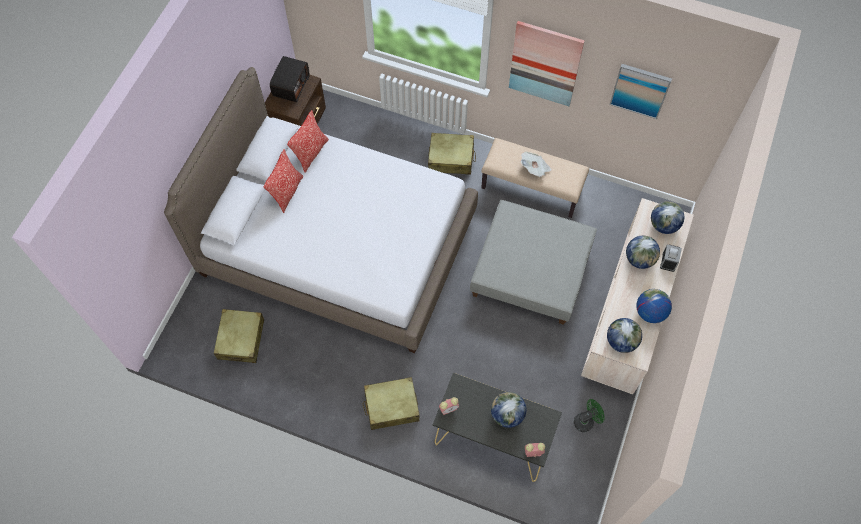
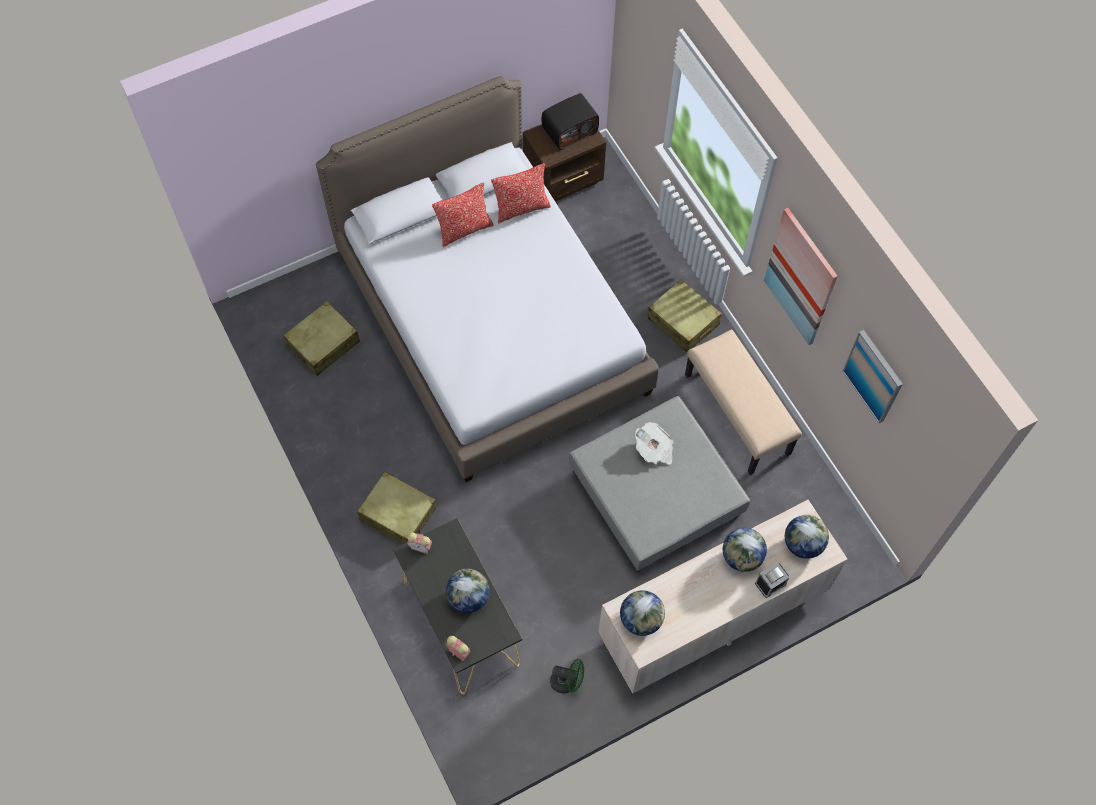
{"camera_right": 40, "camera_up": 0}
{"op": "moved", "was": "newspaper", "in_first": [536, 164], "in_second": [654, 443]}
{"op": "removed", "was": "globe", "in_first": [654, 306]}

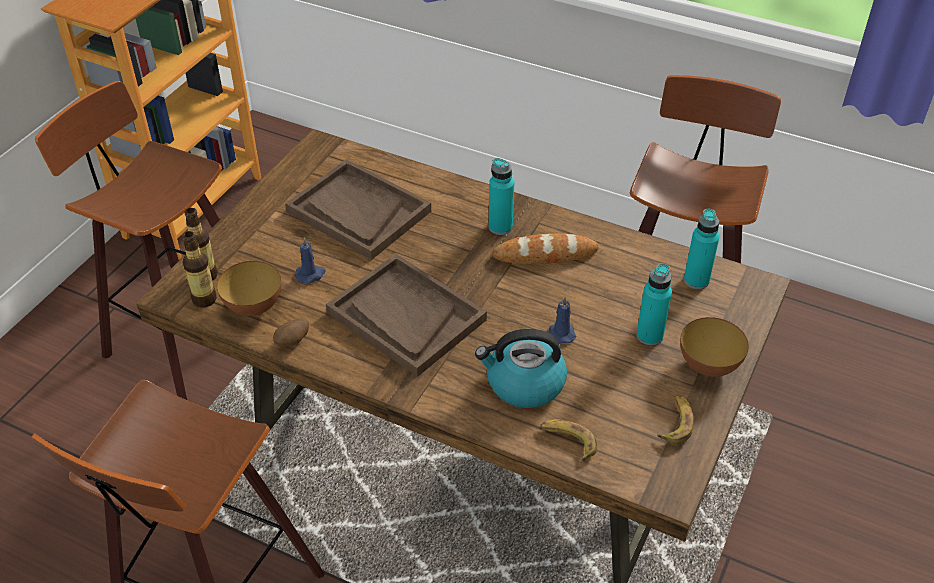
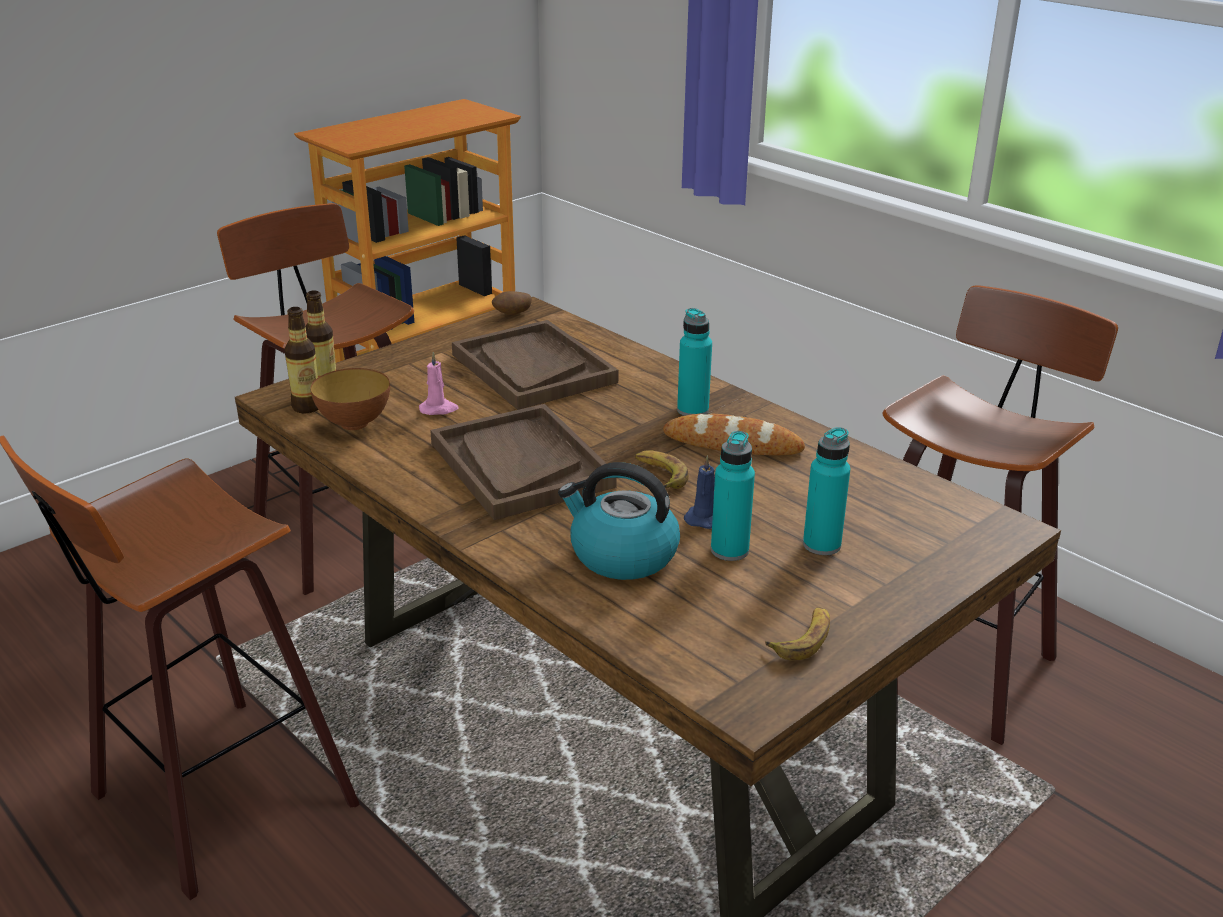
{"camera_right": 20, "camera_up": -15}
{"op": "moved", "was": "bottle (turquoise)", "in_first": [702, 249], "in_second": [733, 496]}
{"op": "recoloured", "was": "candle (blue)", "now": "candle (pink)", "in_first": [310, 260], "in_second": [439, 383]}
{"op": "removed", "was": "bowl", "in_first": [714, 347]}
{"op": "moved", "was": "potato", "in_first": [291, 332], "in_second": [512, 303]}
{"op": "moved", "was": "banana", "in_first": [568, 440], "in_second": [662, 469]}

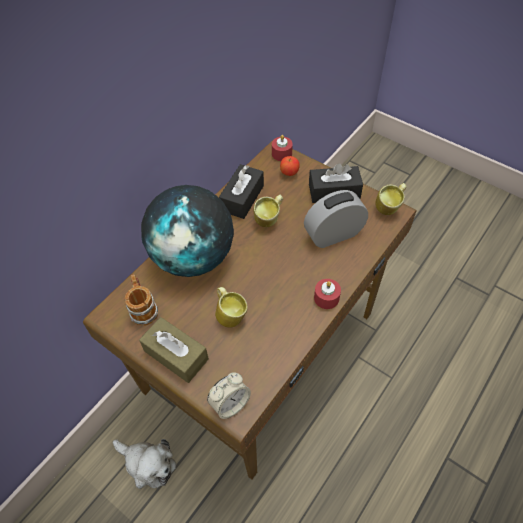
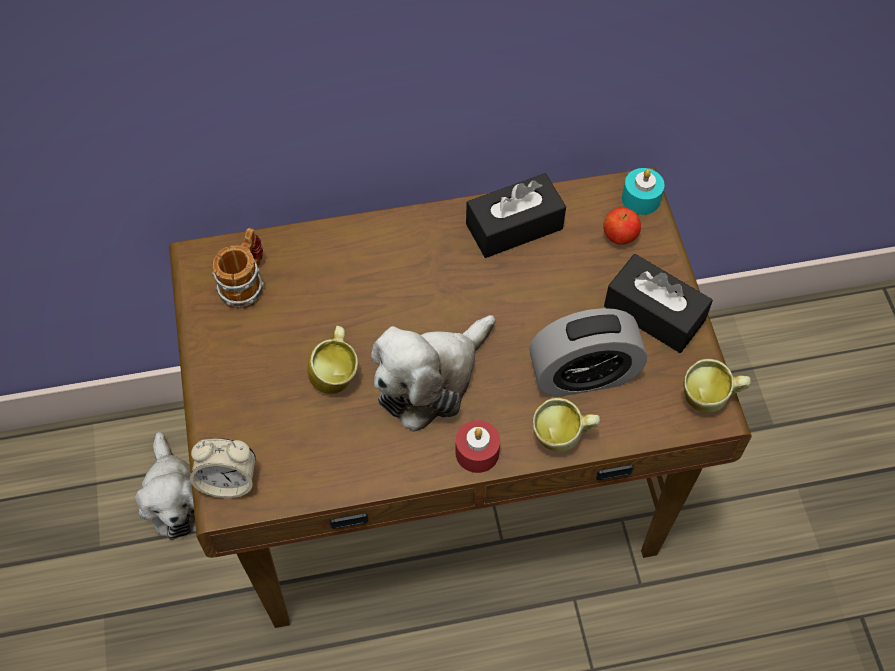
{"camera_right": 40, "camera_up": 5}
{"op": "recoloured", "was": "candle (red)", "now": "candle (turquoise)", "in_first": [282, 148], "in_second": [643, 191]}
{"op": "removed", "was": "globe", "in_first": [187, 231]}
{"op": "turned", "was": "alarm clock", "in_first": [336, 219], "in_second": [588, 352], "clockwise": 150}
{"op": "moved", "was": "mug", "in_first": [268, 211], "in_second": [566, 425]}
{"op": "removed", "was": "tissue box (brown)", "in_first": [174, 350]}
{"op": "added", "now": "plush toy", "in_second": [433, 373]}

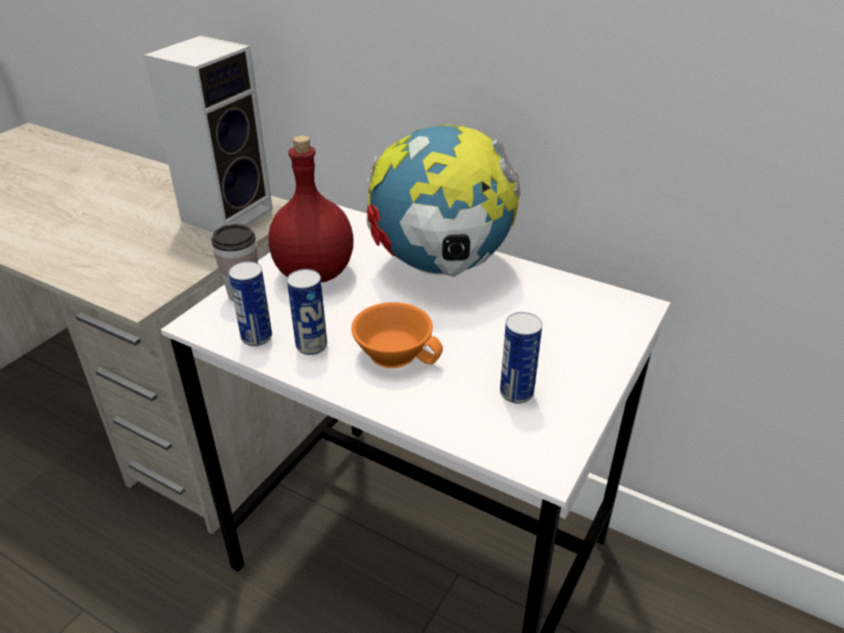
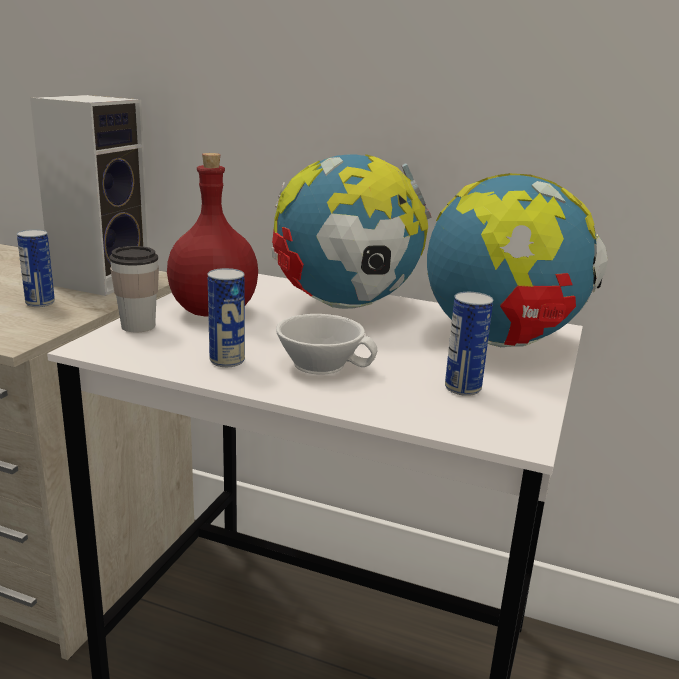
{"camera_right": -10, "camera_up": -15}
{"op": "moved", "was": "can", "in_first": [250, 303], "in_second": [36, 268]}
{"op": "recoloured", "was": "cup (orange)", "now": "cup (white)", "in_first": [397, 335], "in_second": [327, 344]}
{"op": "added", "now": "globe", "in_second": [517, 260]}

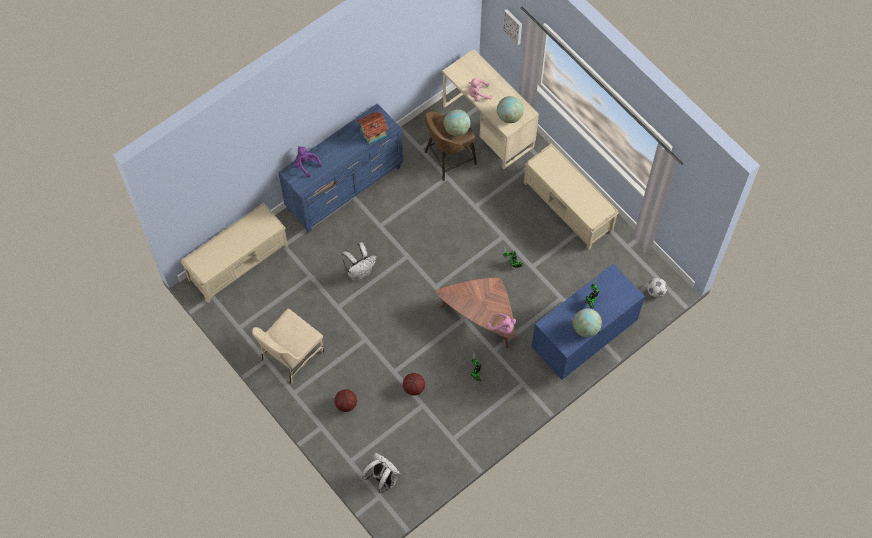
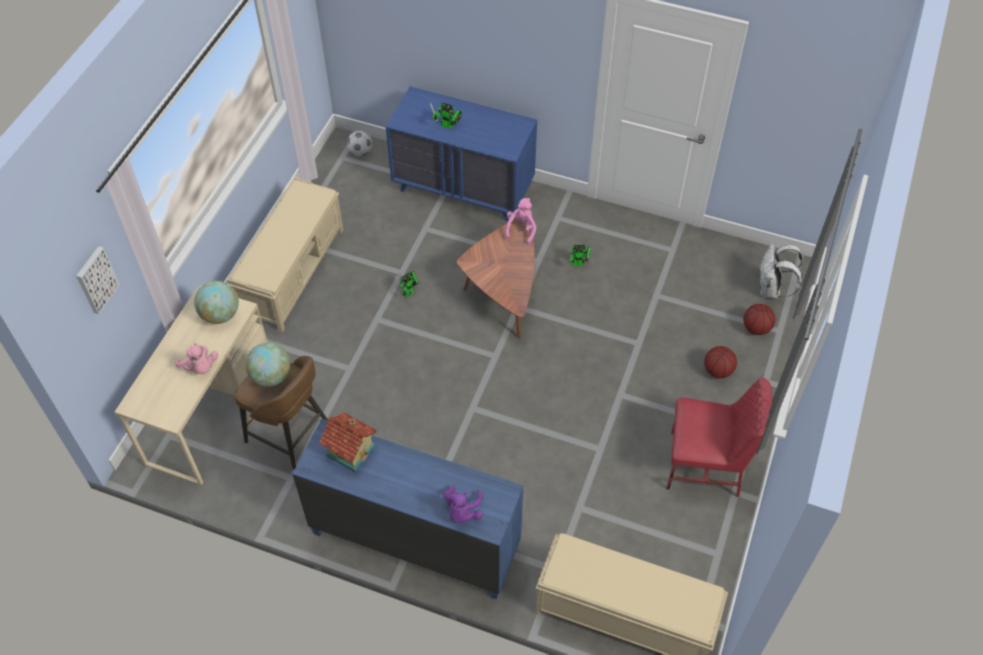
{"camera_right": -120, "camera_up": -10}
{"op": "removed", "was": "backpack (white)", "in_first": [359, 261]}
{"op": "removed", "was": "globe", "in_first": [587, 322]}
{"op": "recoloured", "was": "chair (beige)", "now": "chair (red)", "in_first": [288, 346], "in_second": [719, 437]}
{"op": "moved", "was": "basketball", "in_first": [414, 384], "in_second": [759, 319]}

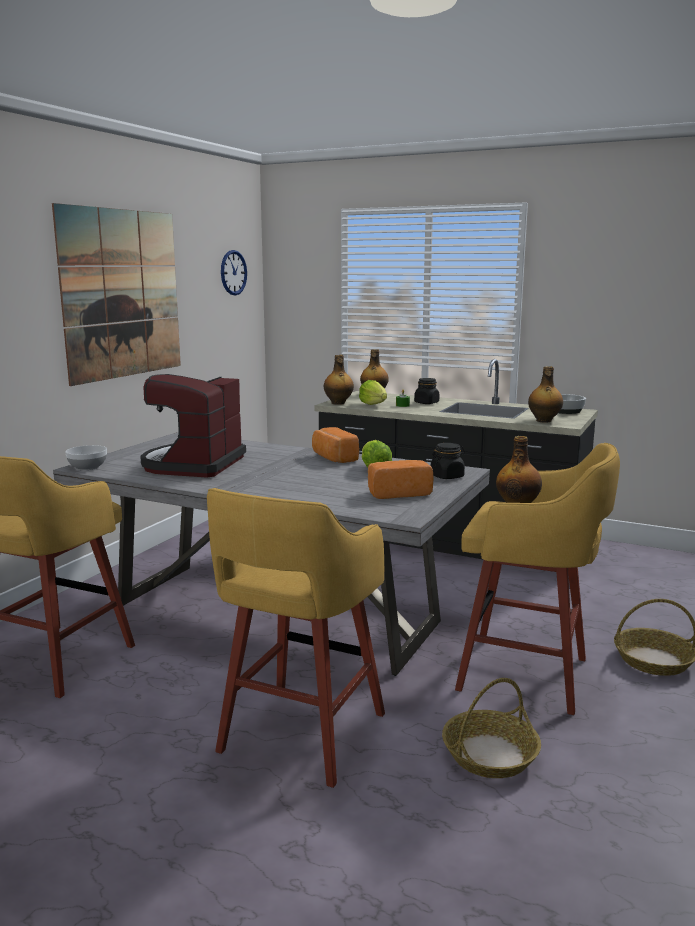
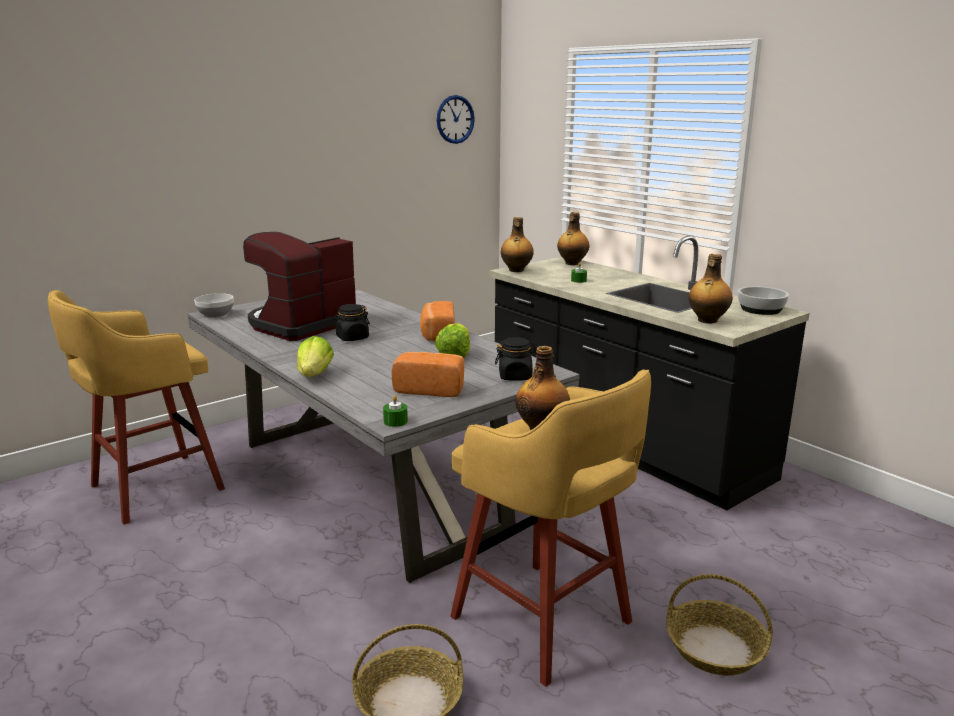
{"camera_right": 25, "camera_up": 5}
{"op": "removed", "was": "picture", "in_first": [116, 294]}
{"op": "moved", "was": "jar (black)", "in_first": [426, 391], "in_second": [351, 322]}
{"op": "moved", "was": "lettuce", "in_first": [373, 392], "in_second": [315, 356]}
{"op": "removed", "was": "stool (yellow)", "in_first": [296, 638]}
{"op": "added", "now": "candle (green)", "in_second": [395, 411]}

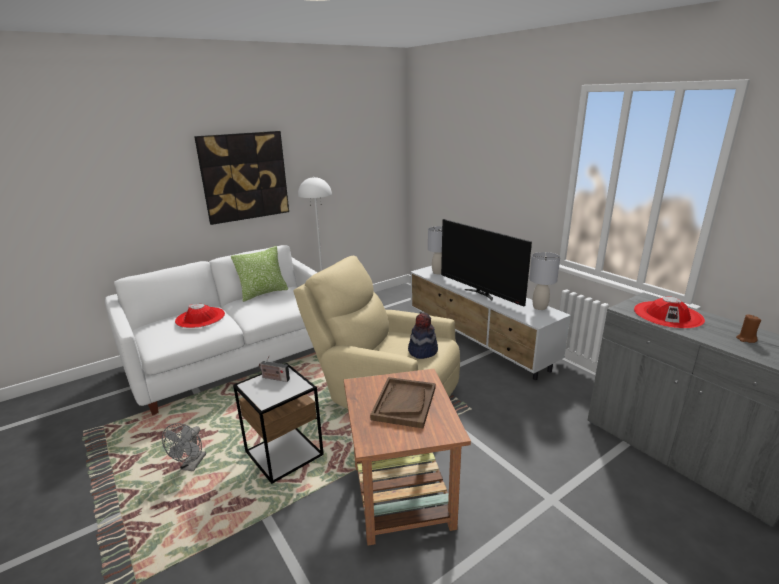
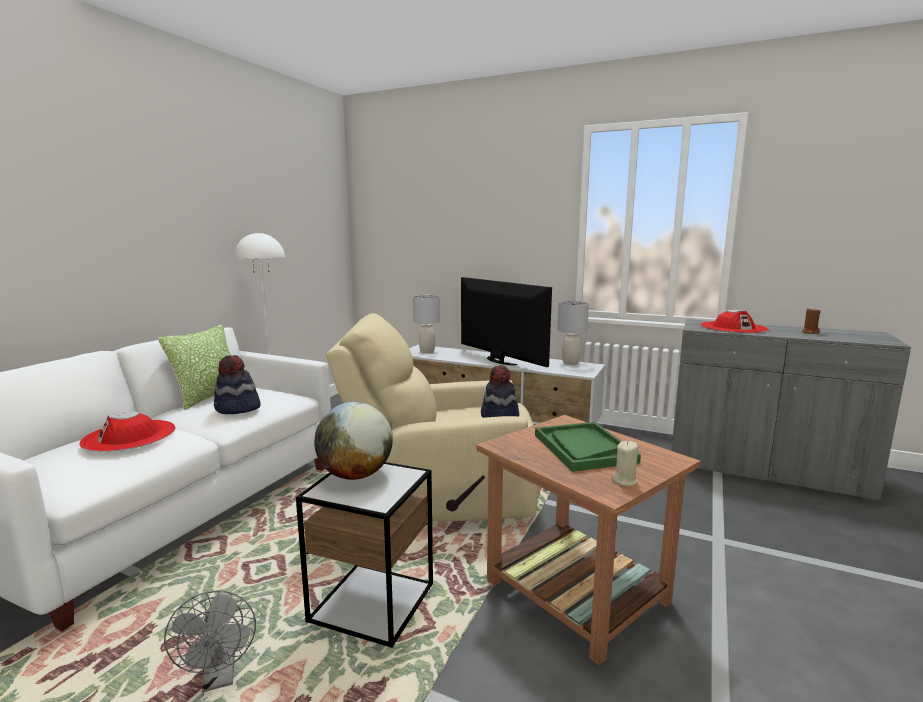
{"camera_right": -30, "camera_up": -10}
{"op": "removed", "was": "picture", "in_first": [241, 178]}
{"op": "turned", "was": "television", "in_first": [486, 263], "in_second": [506, 322], "clockwise": -150}
{"op": "replaced", "was": "radio", "now": "globe", "in_first": [274, 368], "in_second": [353, 441]}
{"op": "recoloured", "was": "tray (brown)", "now": "tray (green)", "in_first": [402, 402], "in_second": [588, 447]}
{"op": "added", "now": "hat", "in_second": [237, 384]}
{"op": "added", "now": "candle (beige)", "in_second": [624, 463]}

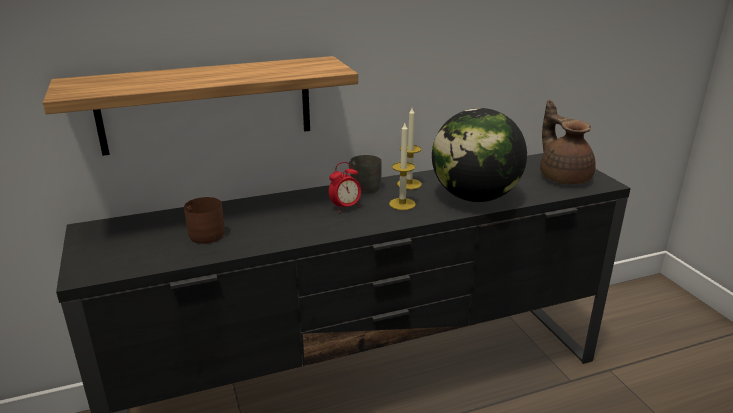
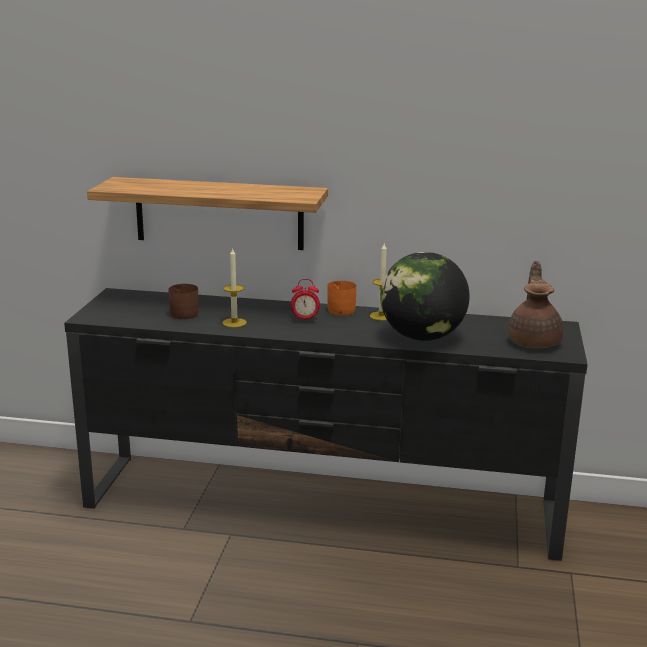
{"camera_right": 30, "camera_up": -5}
{"op": "moved", "was": "candle", "in_first": [402, 166], "in_second": [234, 287]}
{"op": "recoloured", "was": "mug (grey)", "now": "mug (orange)", "in_first": [365, 174], "in_second": [341, 298]}

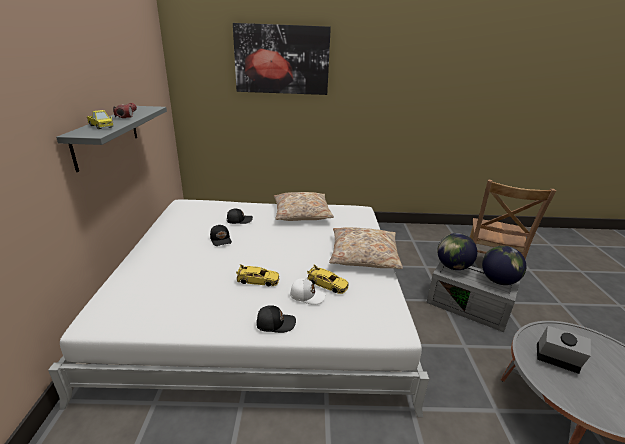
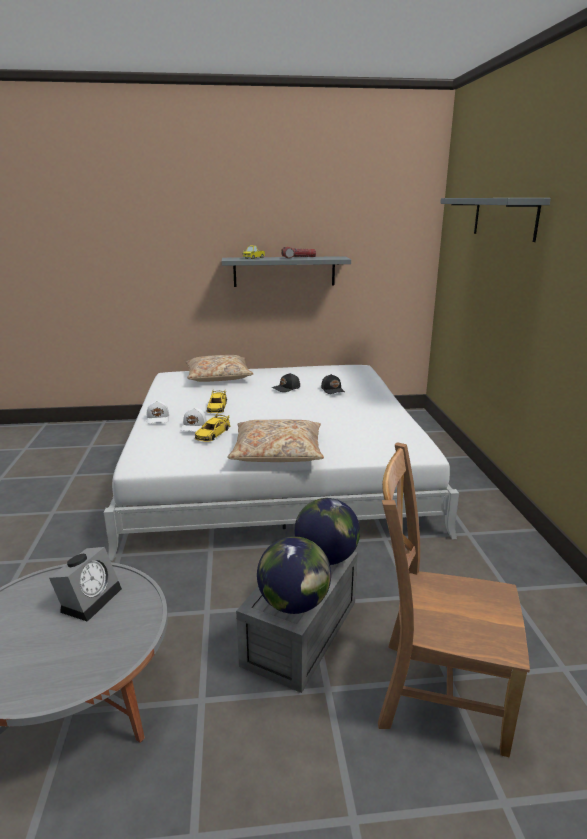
{"camera_right": 85, "camera_up": -5}
{"op": "replaced", "was": "picture", "now": "shelf (grey)", "in_first": [282, 59], "in_second": [495, 220]}
{"op": "moved", "was": "pillow (beige)", "in_first": [304, 206], "in_second": [219, 368]}
{"op": "recoloured", "was": "cap (black)", "now": "cap (white)", "in_first": [276, 319], "in_second": [158, 412]}

